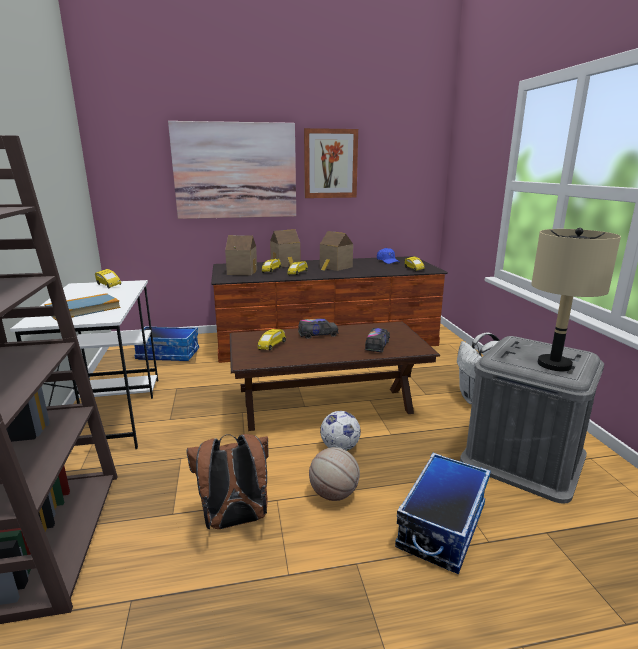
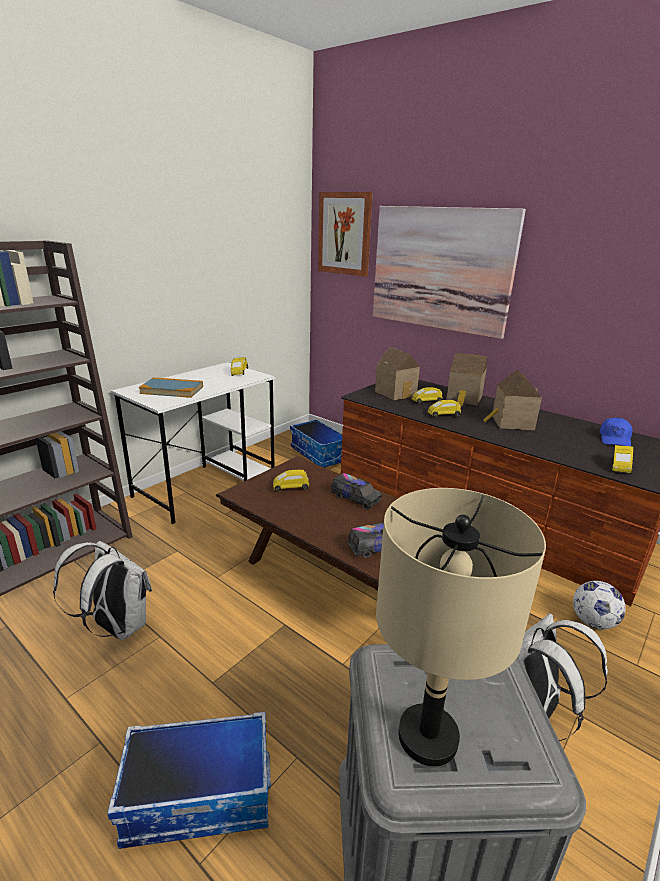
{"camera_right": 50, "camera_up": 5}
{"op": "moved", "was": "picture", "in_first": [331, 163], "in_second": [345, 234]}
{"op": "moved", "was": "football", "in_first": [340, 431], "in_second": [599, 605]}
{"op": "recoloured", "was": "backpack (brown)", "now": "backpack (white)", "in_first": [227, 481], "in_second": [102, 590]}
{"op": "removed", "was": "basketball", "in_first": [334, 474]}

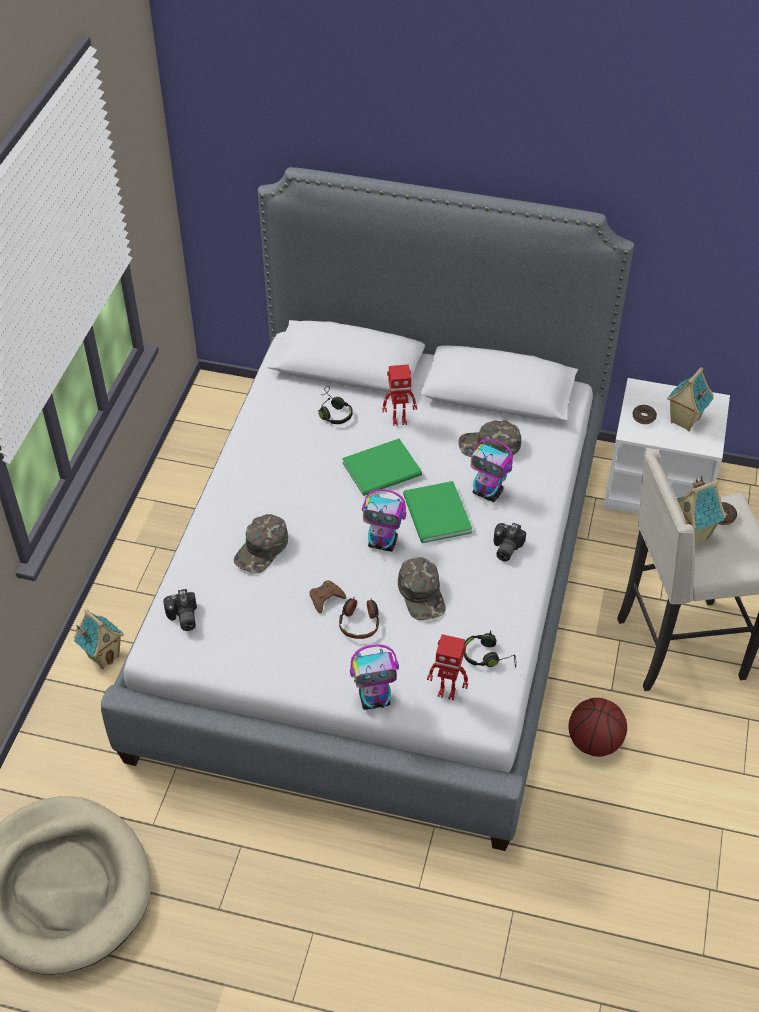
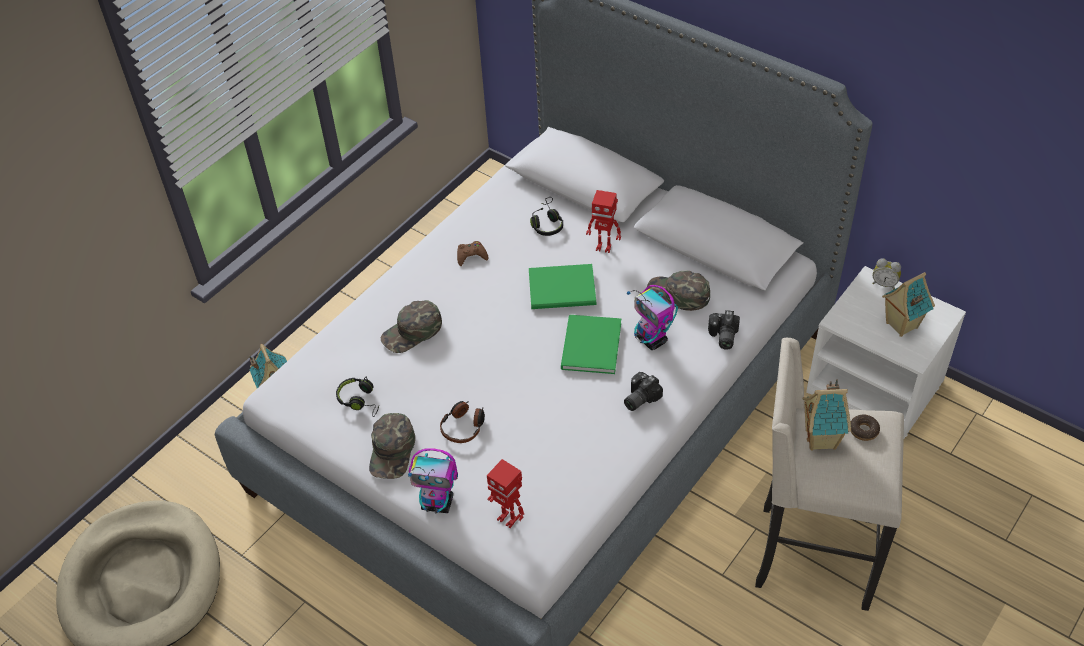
{"camera_right": 25, "camera_up": 0}
{"op": "removed", "was": "donut", "in_first": [645, 414]}
{"op": "removed", "was": "toy robot", "in_first": [384, 520]}
{"op": "moved", "was": "cap (green)", "in_first": [422, 588], "in_second": [392, 446]}
{"op": "moved", "was": "game controller (brown)", "in_first": [327, 597], "in_second": [472, 253]}
{"op": "moved", "was": "photo camera", "in_first": [180, 610], "in_second": [724, 330]}
{"op": "moved", "was": "headphones (black)", "in_first": [490, 649], "in_second": [357, 397]}
{"op": "removed", "was": "basketball", "in_first": [597, 727]}
{"op": "added", "now": "alarm clock", "in_second": [886, 274]}

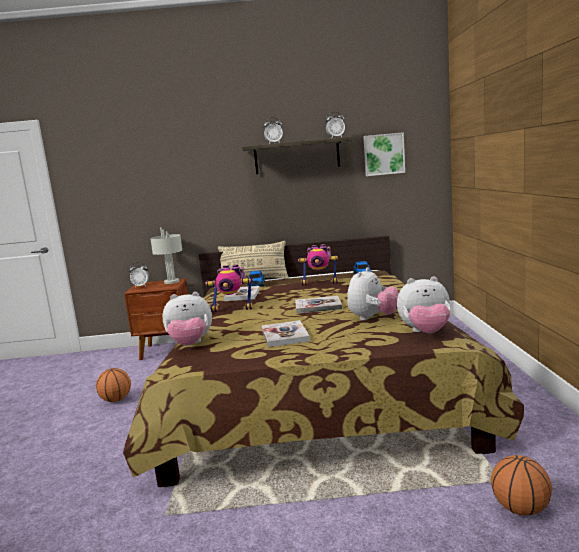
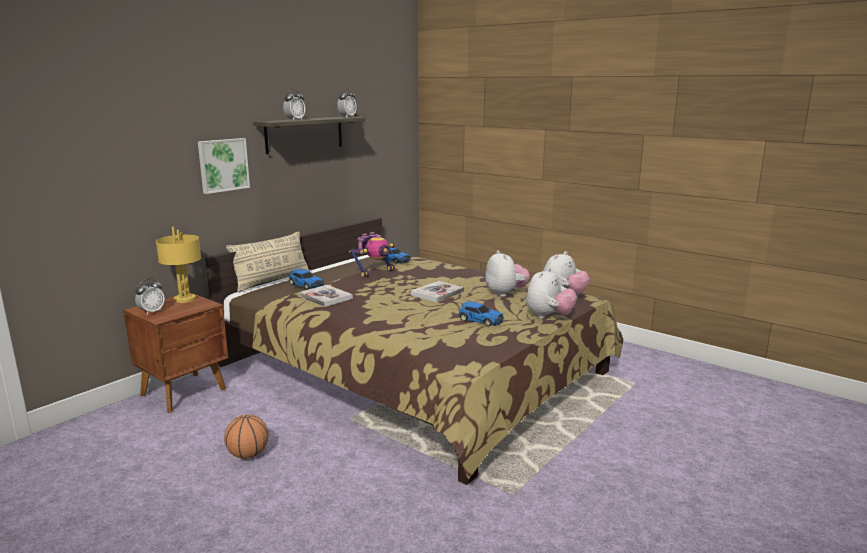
{"camera_right": -50, "camera_up": 5}
{"op": "moved", "was": "picture", "in_first": [384, 154], "in_second": [224, 166]}
{"op": "recoloured", "was": "table lamp (grey)", "now": "table lamp (yellow)", "in_first": [166, 255], "in_second": [178, 265]}
{"op": "removed", "was": "toy robot", "in_first": [229, 288]}
{"op": "moved", "was": "plush toy", "in_first": [187, 319], "in_second": [551, 293]}
{"op": "replaced", "was": "book", "now": "toy car", "in_first": [286, 333], "in_second": [481, 313]}
{"op": "removed", "was": "basketball", "in_first": [521, 485]}

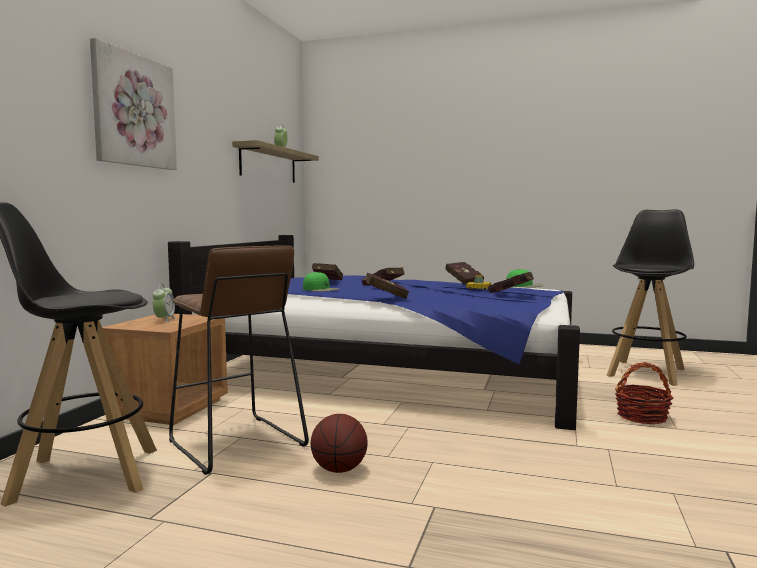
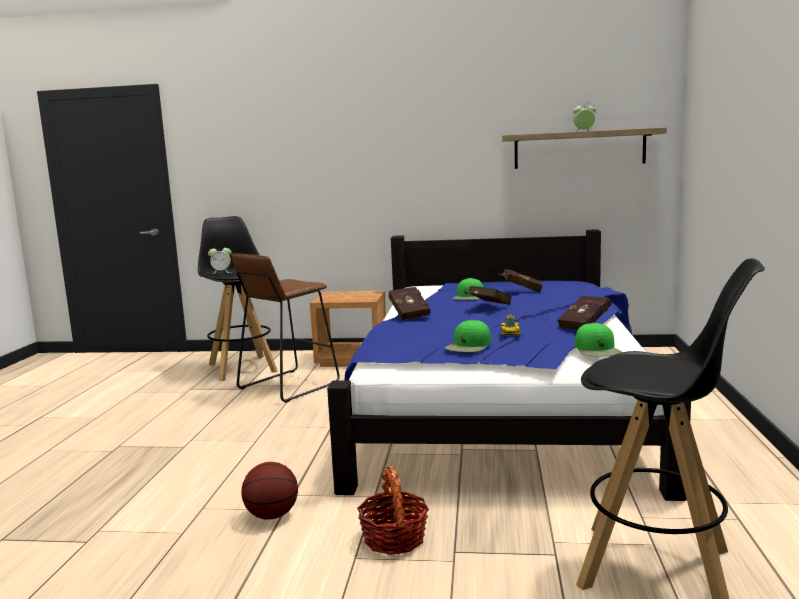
{"camera_right": 80, "camera_up": 5}
{"op": "removed", "was": "picture", "in_first": [133, 104]}
{"op": "replaced", "was": "book (red)", "now": "cap (green)", "in_first": [510, 282], "in_second": [468, 336]}
{"op": "moved", "was": "alarm clock", "in_first": [164, 303], "in_second": [220, 259]}
{"op": "moved", "was": "basketball", "in_first": [339, 443], "in_second": [270, 491]}

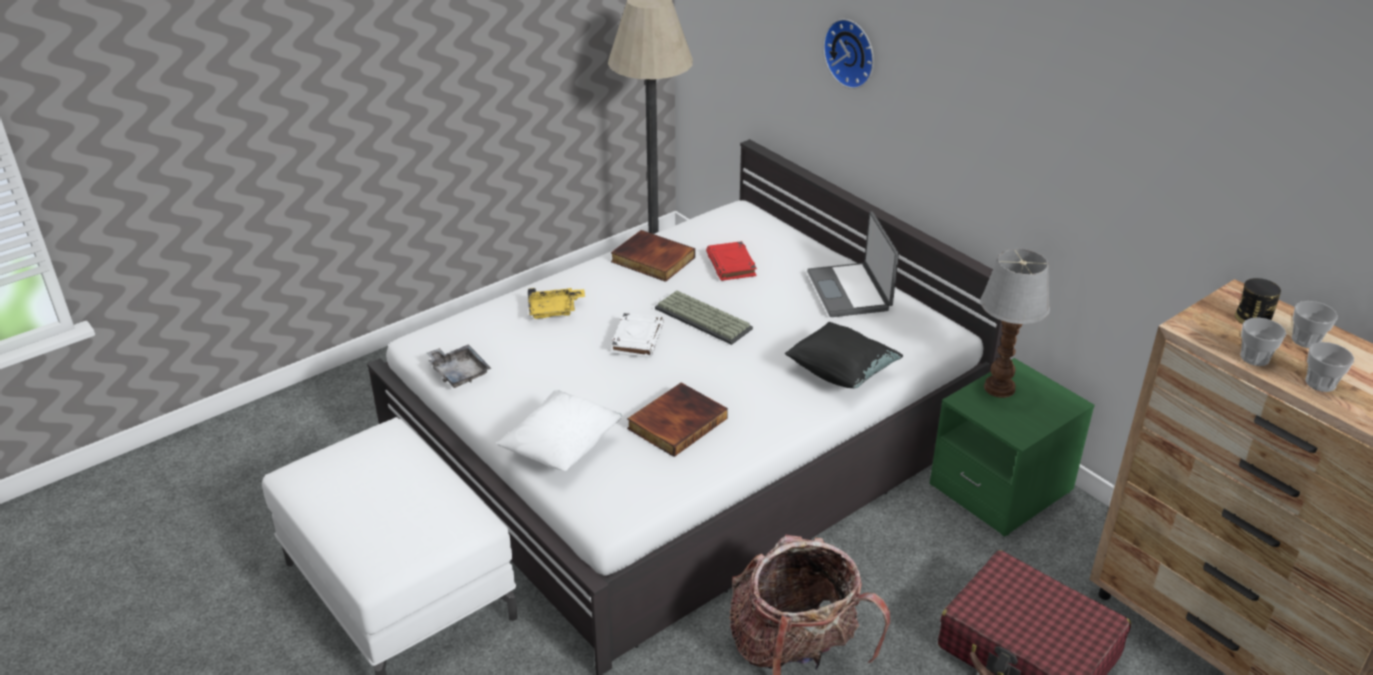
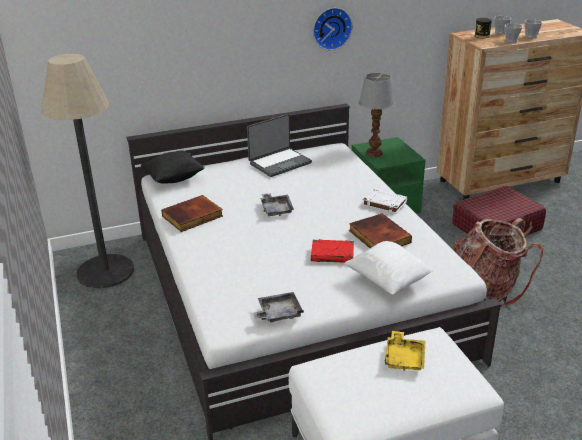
{"camera_right": -70, "camera_up": -5}
{"op": "moved", "was": "wall clock", "in_first": [848, 54], "in_second": [333, 29]}
{"op": "turned", "was": "laptop", "in_first": [853, 264], "in_second": [279, 145], "clockwise": -45}
{"op": "moved", "was": "book (red)", "in_first": [731, 261], "in_second": [332, 251]}
{"op": "moved", "was": "tray (yellow)", "in_first": [556, 303], "in_second": [405, 351]}
{"op": "replaced", "was": "keyboard", "now": "tray (grey)", "in_first": [704, 318], "in_second": [277, 204]}
{"op": "moved", "was": "book (white)", "in_first": [637, 335], "in_second": [384, 201]}
{"op": "moved", "was": "pillow (black)", "in_first": [844, 355], "in_second": [173, 167]}

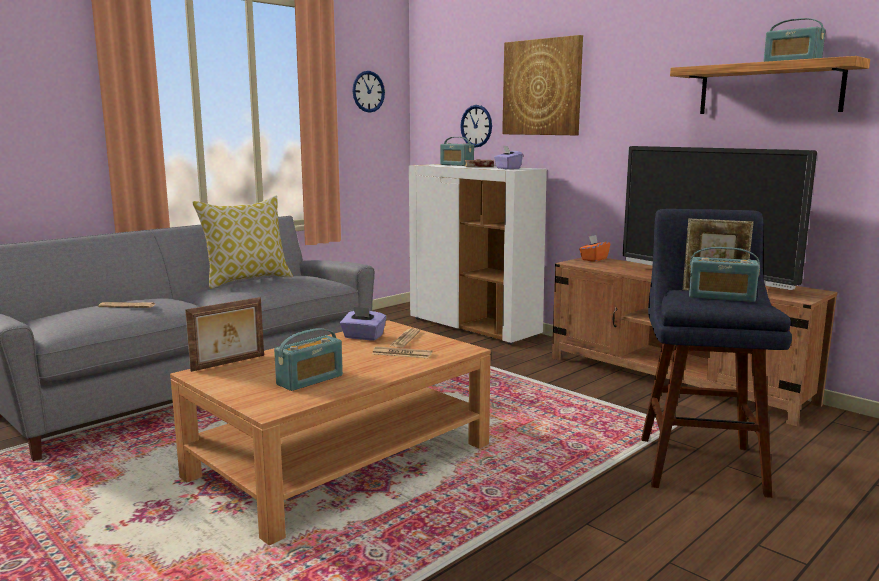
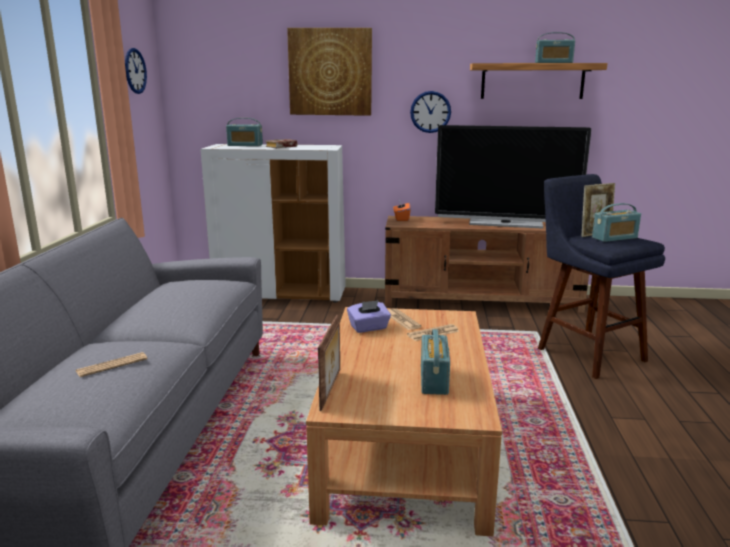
{"camera_right": -40, "camera_up": 5}
{"op": "moved", "was": "wall clock", "in_first": [476, 126], "in_second": [430, 112]}
{"op": "removed", "was": "tissue box (purple)", "in_first": [508, 157]}
{"op": "removed", "was": "pillow", "in_first": [242, 242]}

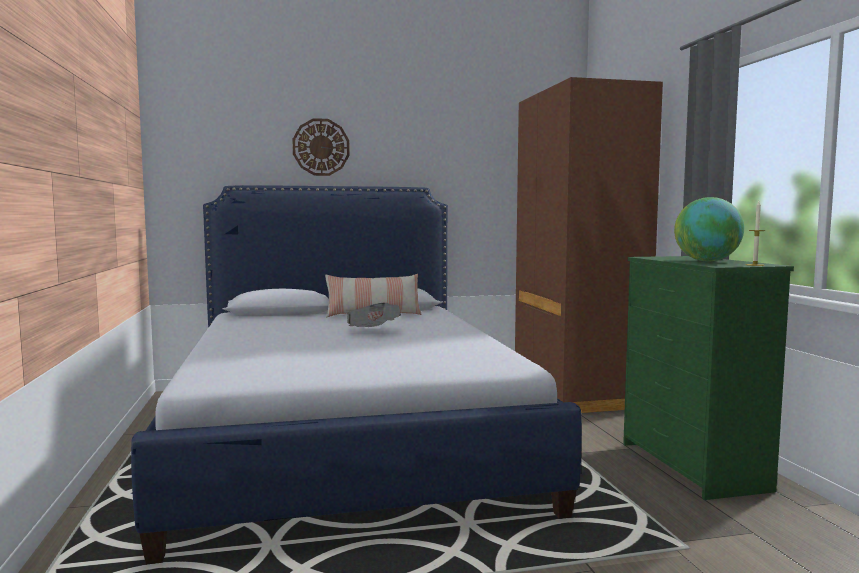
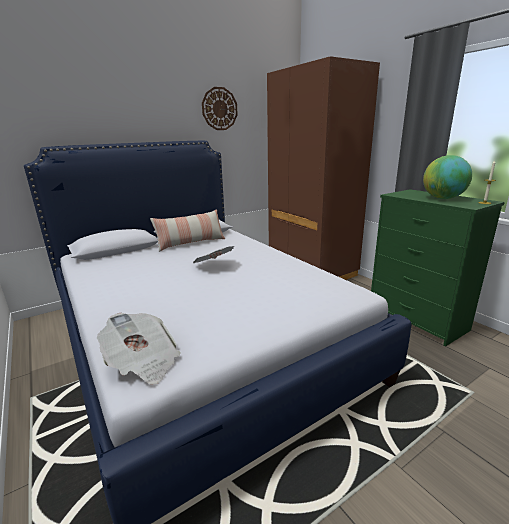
{"camera_right": -20, "camera_up": 15}
{"op": "moved", "was": "wall clock", "in_first": [321, 147], "in_second": [220, 108]}
{"op": "added", "now": "newspaper", "in_second": [138, 349]}

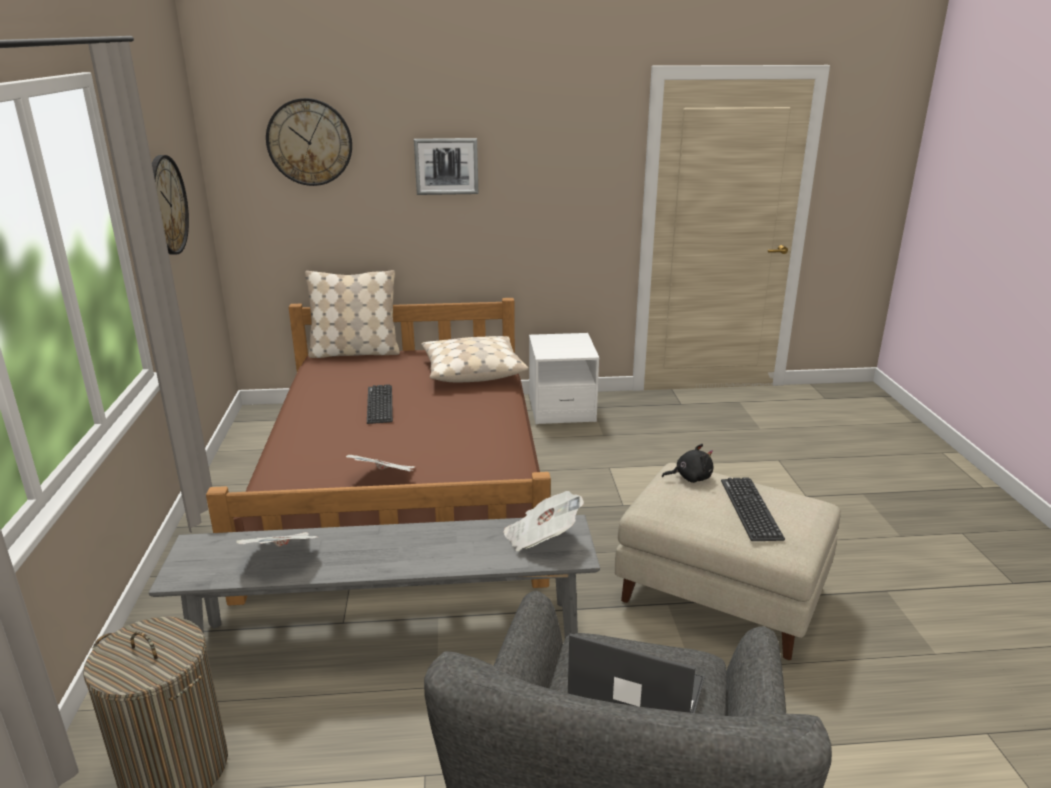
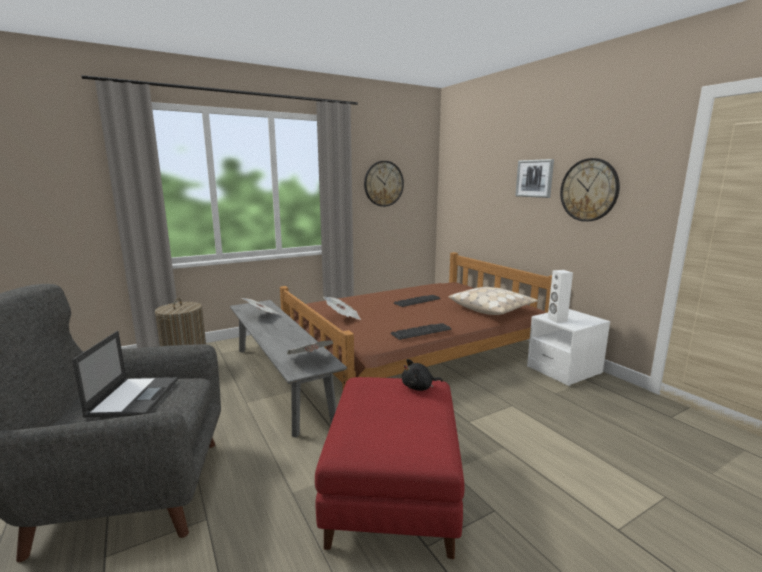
{"camera_right": 65, "camera_up": -10}
{"op": "moved", "was": "wall clock", "in_first": [309, 142], "in_second": [590, 190]}
{"op": "removed", "was": "pillow (beige)", "in_first": [352, 314]}
{"op": "turned", "was": "plush toy (black)", "in_first": [687, 463], "in_second": [422, 375], "clockwise": 105}
{"op": "recoloured", "was": "ottoman (beige)", "now": "ottoman (red)", "in_first": [728, 561], "in_second": [390, 468]}
{"op": "moved", "was": "keyboard", "in_first": [753, 509], "in_second": [421, 331]}
{"op": "added", "now": "speaker (white)", "in_second": [560, 296]}

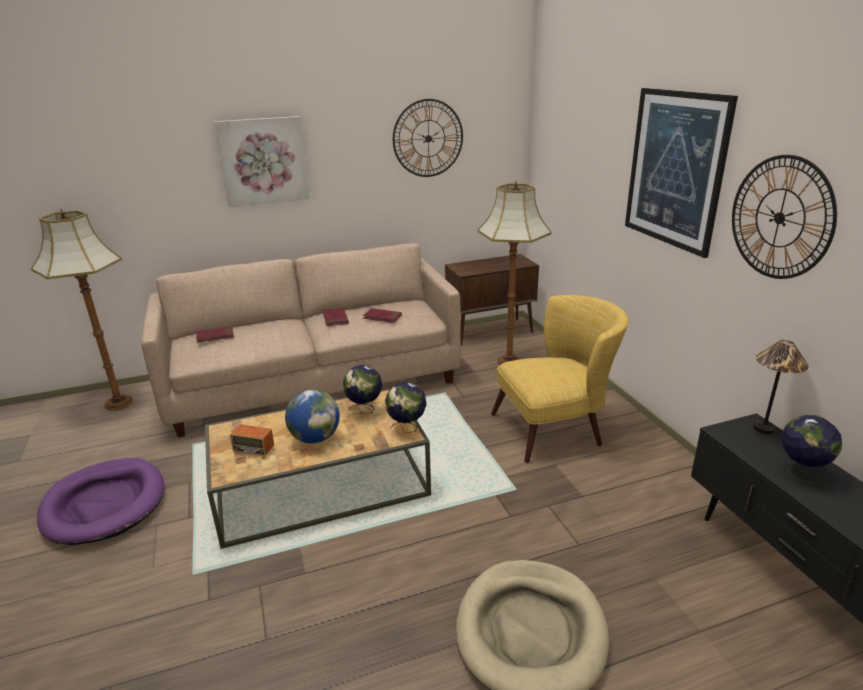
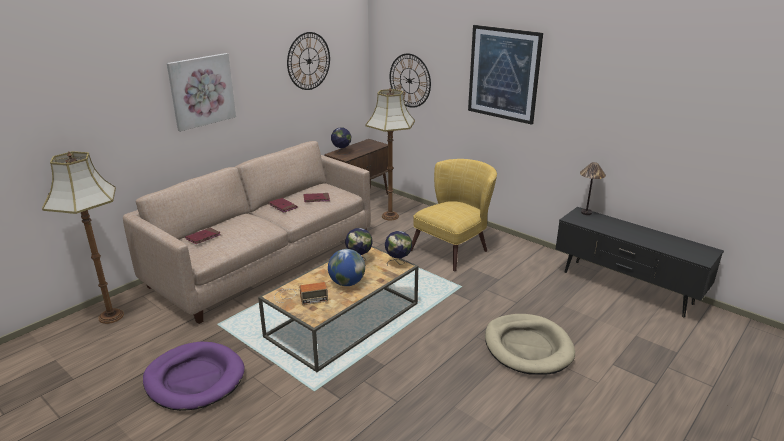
{"camera_right": -30, "camera_up": 0}
{"op": "moved", "was": "wall clock", "in_first": [784, 217], "in_second": [410, 80]}
{"op": "moved", "was": "globe", "in_first": [811, 449], "in_second": [341, 141]}

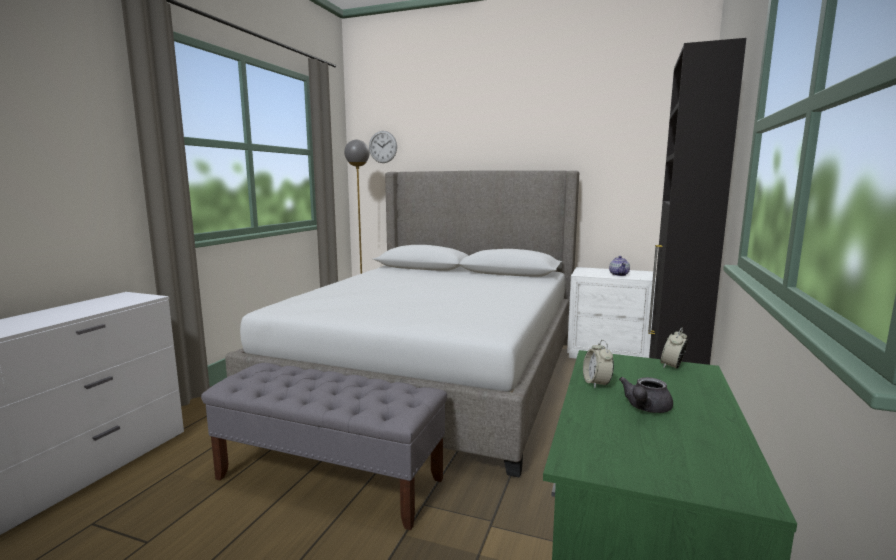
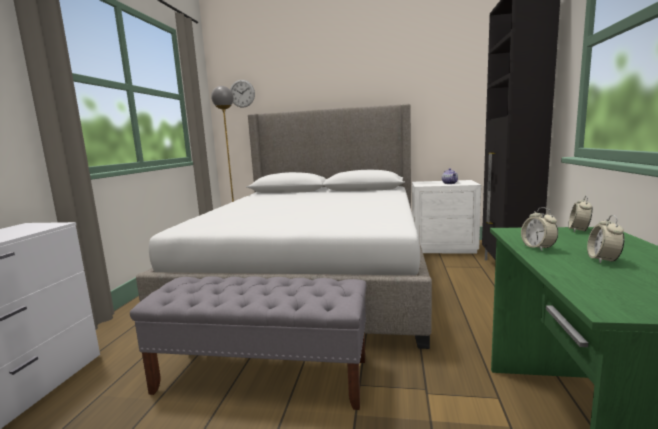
{"camera_right": -10, "camera_up": 0}
{"op": "replaced", "was": "teapot (grey)", "now": "alarm clock", "in_first": [646, 395], "in_second": [606, 239]}

